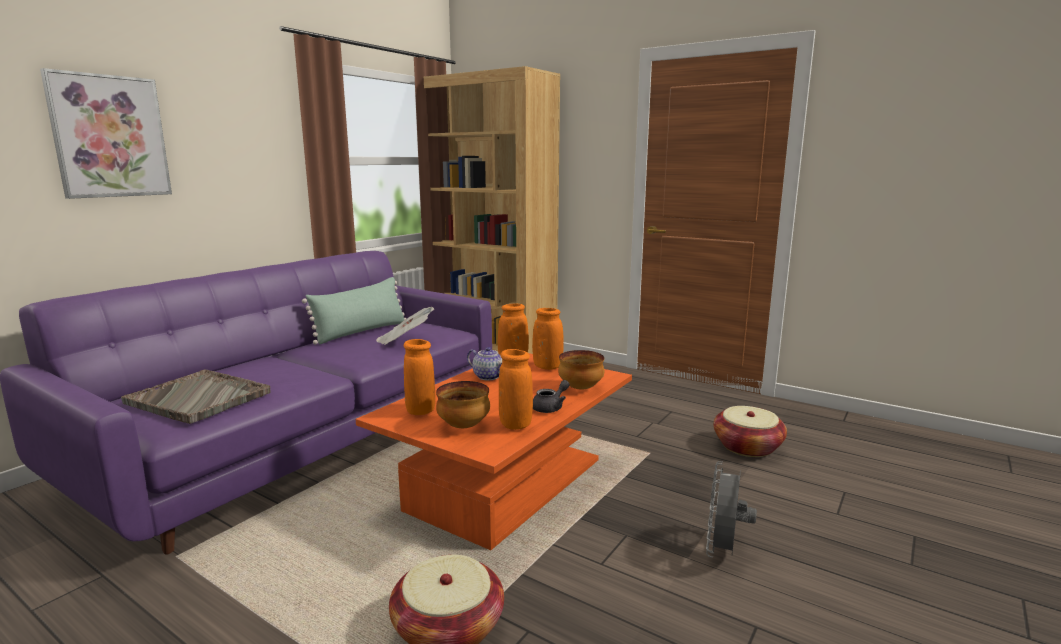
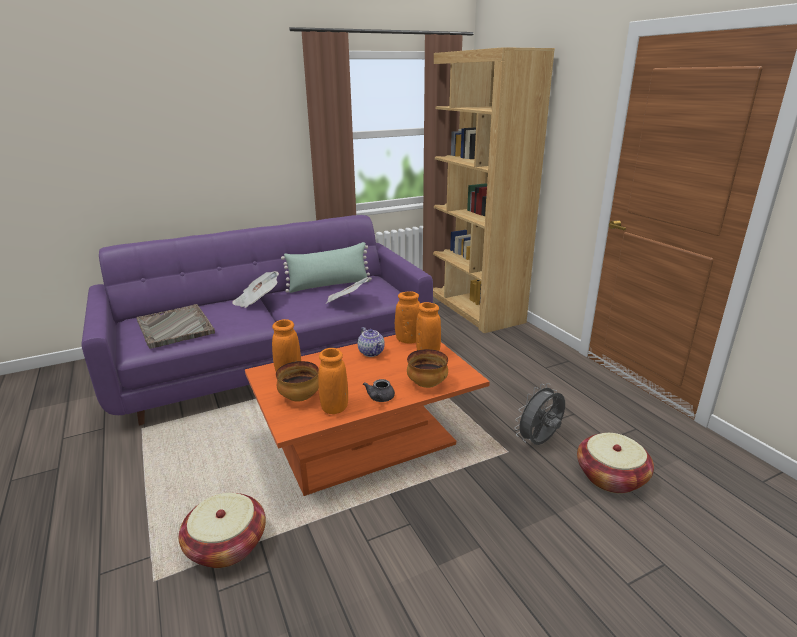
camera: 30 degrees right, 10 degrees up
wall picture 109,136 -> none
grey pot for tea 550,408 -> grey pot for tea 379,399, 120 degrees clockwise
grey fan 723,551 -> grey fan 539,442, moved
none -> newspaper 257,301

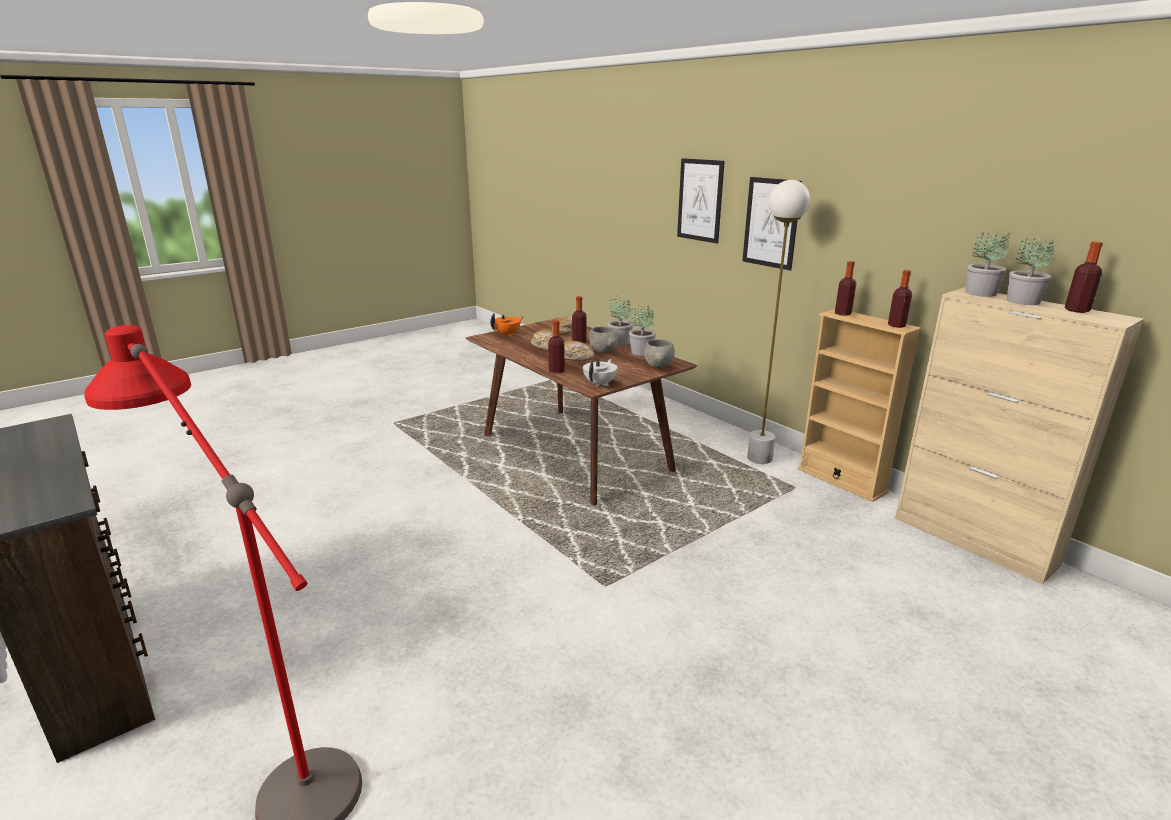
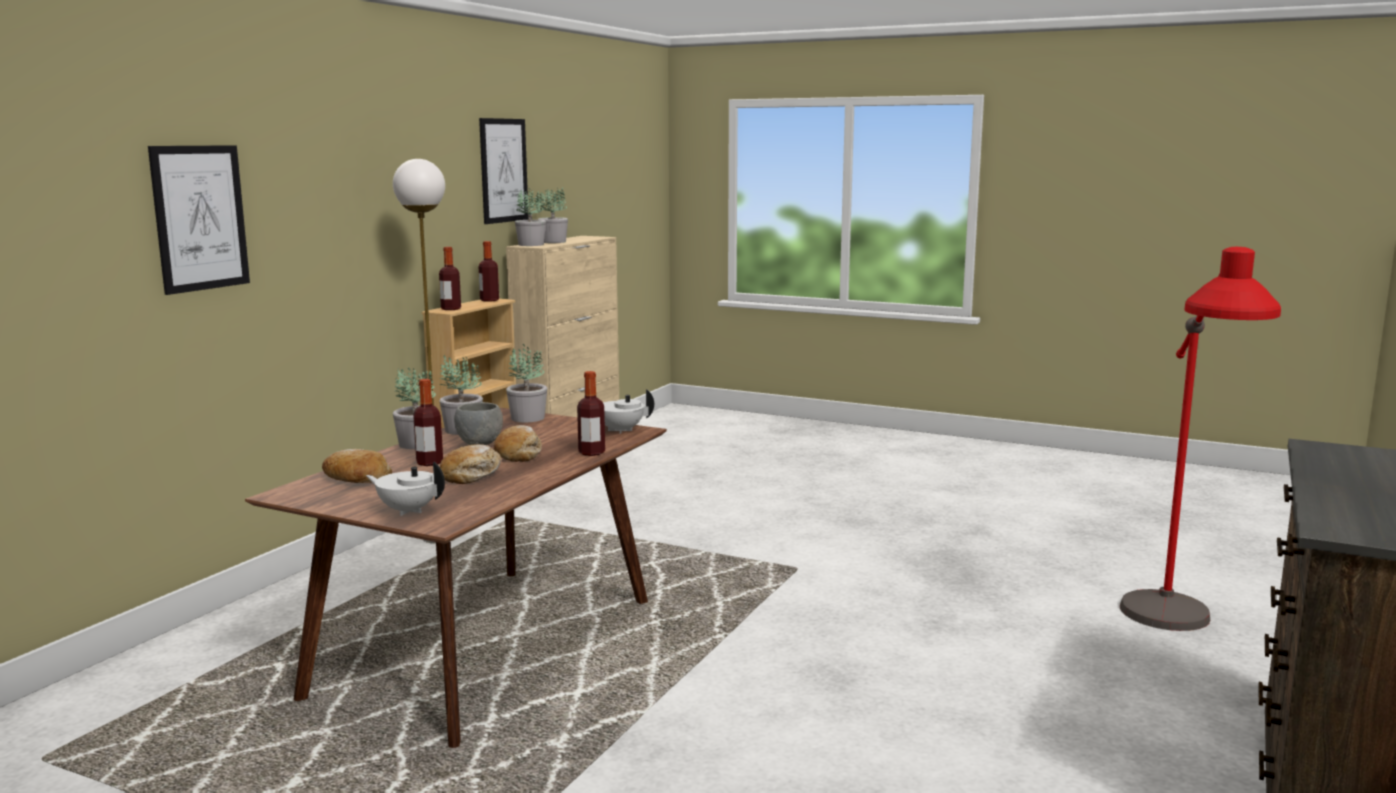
camera: 115 degrees left, 10 degrees down
wall picture 771,223 -> wall picture 503,170, moved
drink bottle 1077,310 -> none
orange-coloured pot for tea 507,334 -> white-coloured pot for tea 408,510
grey deep dish 658,367 -> potted plant 527,418

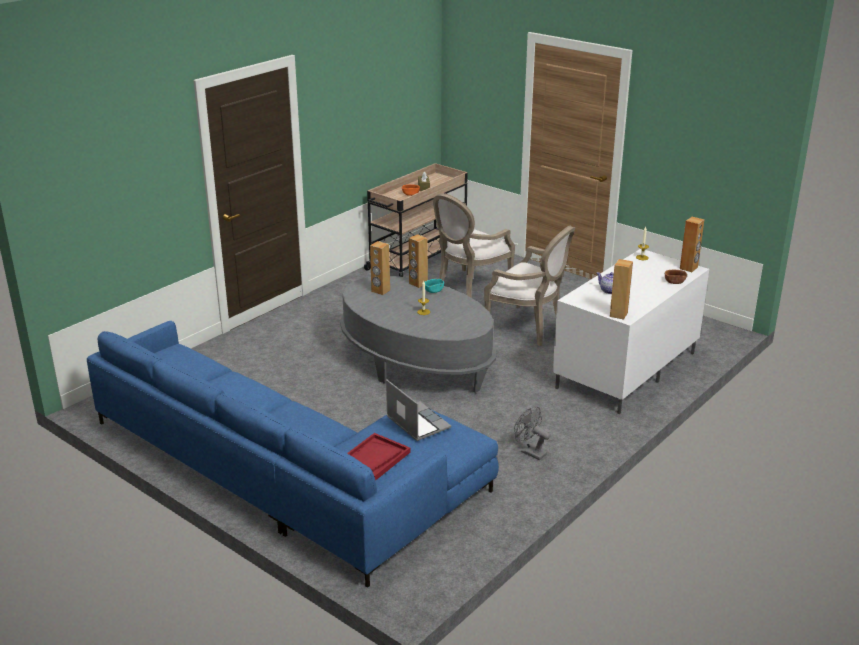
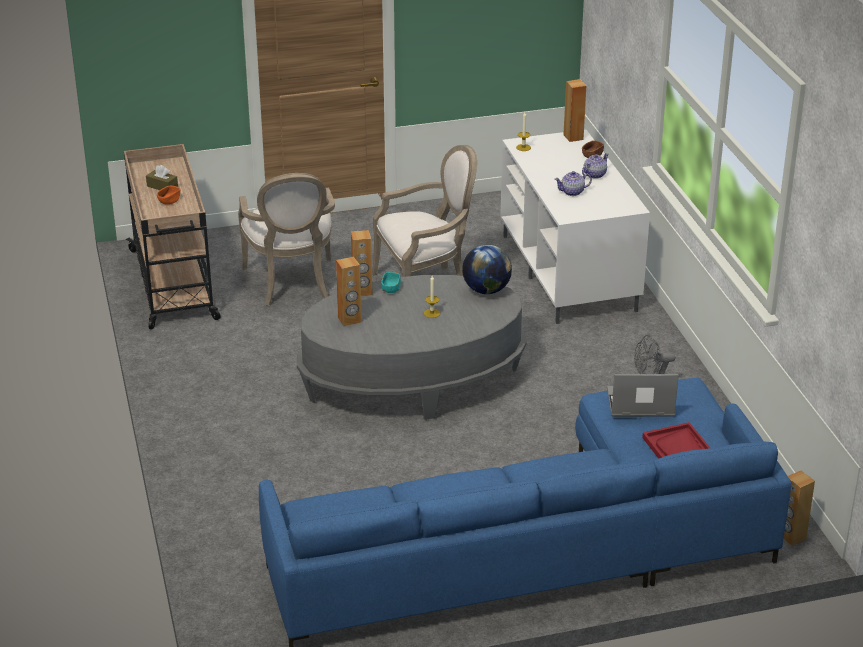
camera: 55 degrees left, 5 degrees up
brownish loudspeaker 618,314 -> brownish loudspeaker 791,537, moved
none -> pot for tea 594,175
none -> desk globe 486,290

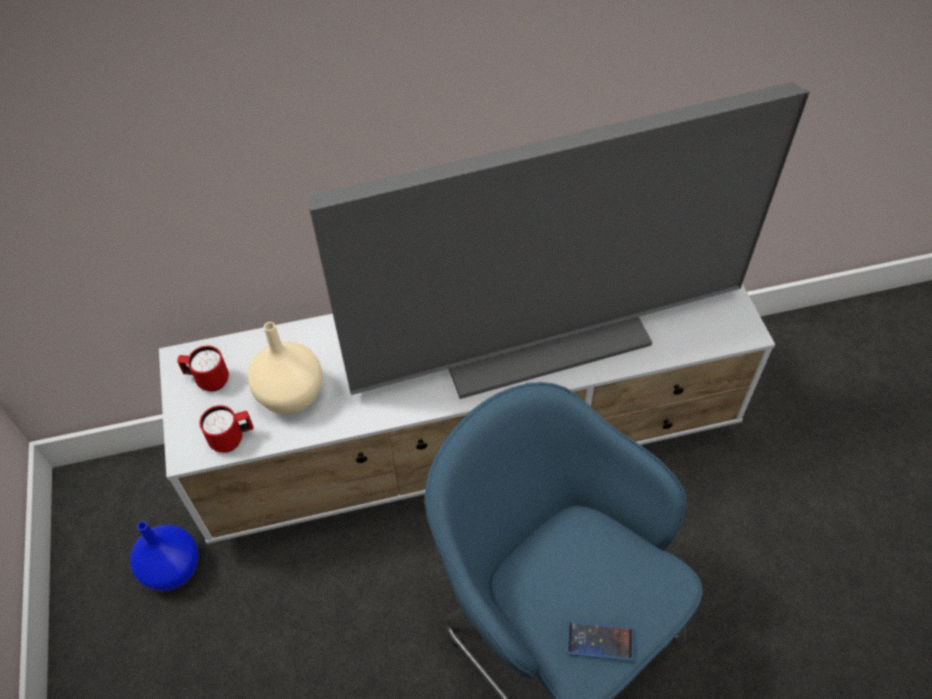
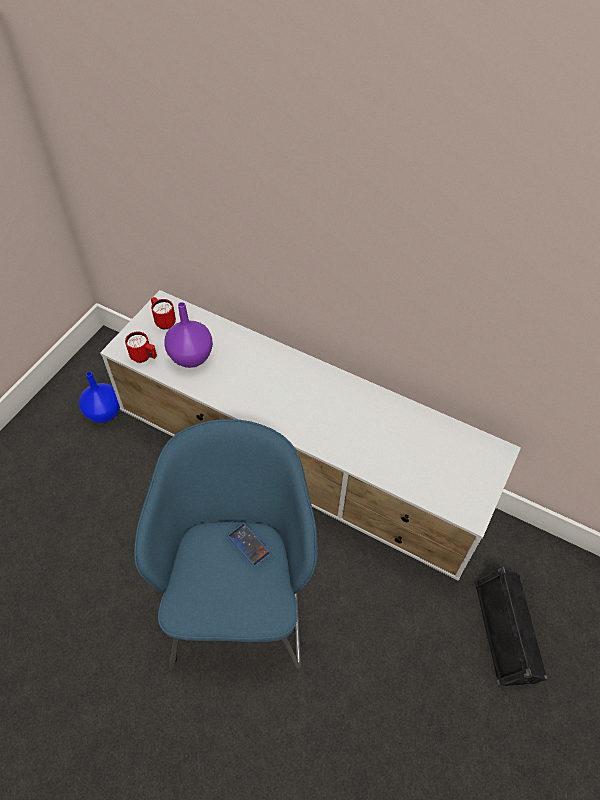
camera: 40 degrees right, 0 degrees up
TV set 542,332 -> none
beige-coloured vase 291,397 -> purple vase 190,358
phone 599,641 -> phone 249,544, moved
none -> black loudspeaker 508,630

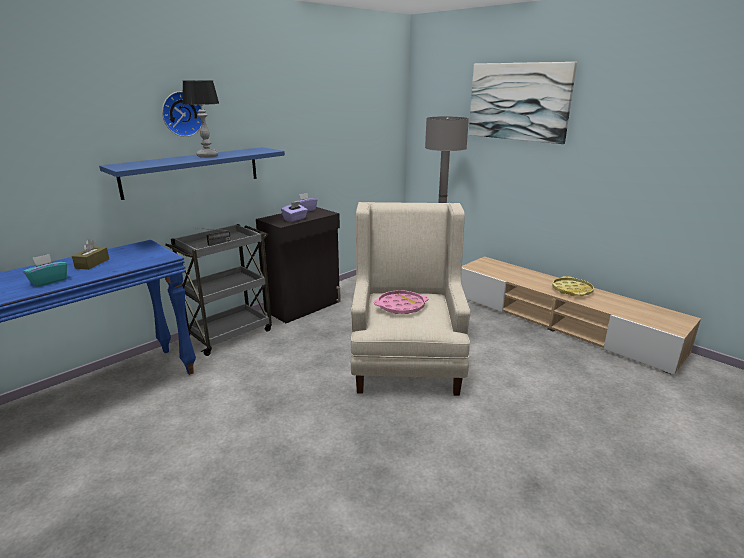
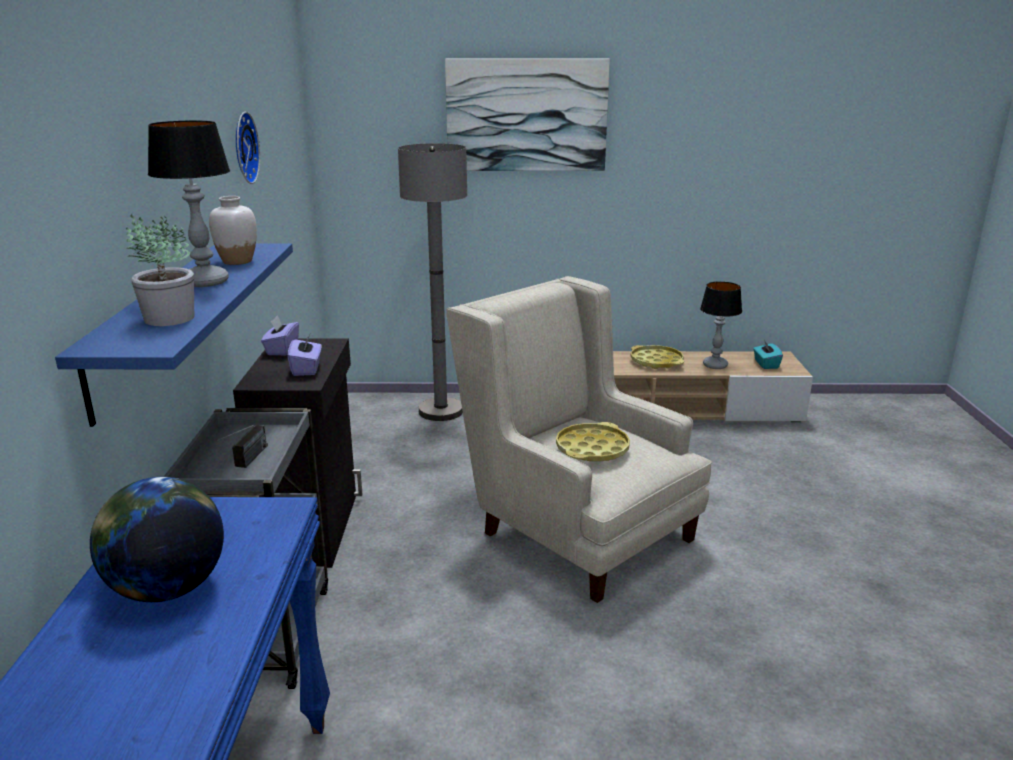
camera: 45 degrees left, 0 degrees up
clock on the wall 181,114 -> clock on the wall 242,148, moved
brownish box of tissues 92,263 -> desk globe 167,588
turquoise-coloured box of tissues 48,281 -> turquoise-coloured box of tissues 766,364, moved
pink-coloured tray 401,306 -> yellow-coloured tray 592,449
none -> white-coloured vase 237,261
none -> potted plant 168,318
none -> tabletop lamp 715,365

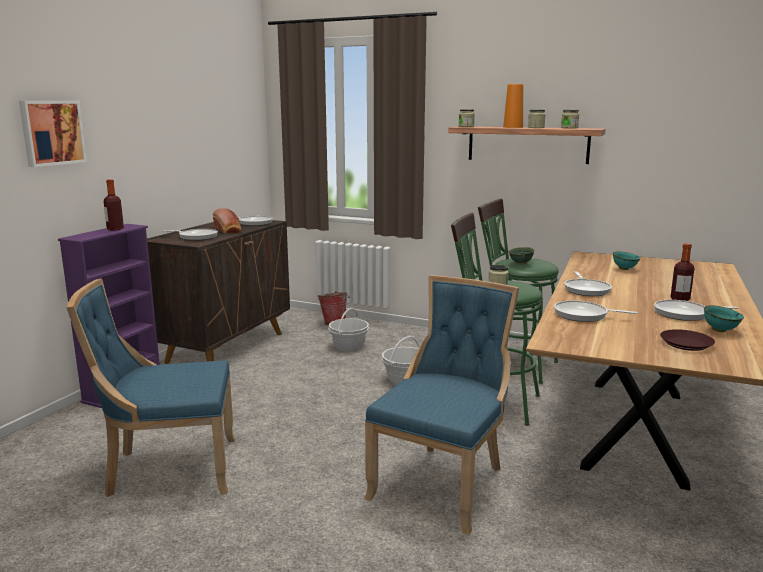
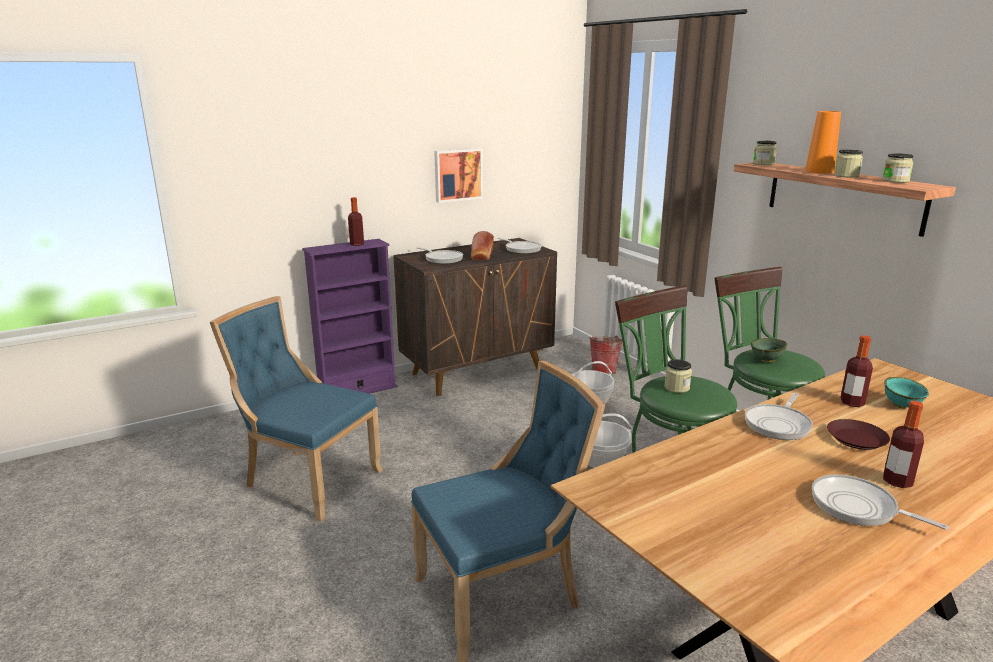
camera: 35 degrees right, 5 degrees up
wall picture 51,132 -> wall picture 457,174, moved
frying pan 584,315 -> none
turquoise-coloured deep dish 720,330 -> none
brownish flat dish 685,344 -> brownish flat dish 856,439, moved
none -> drink bottle 852,403

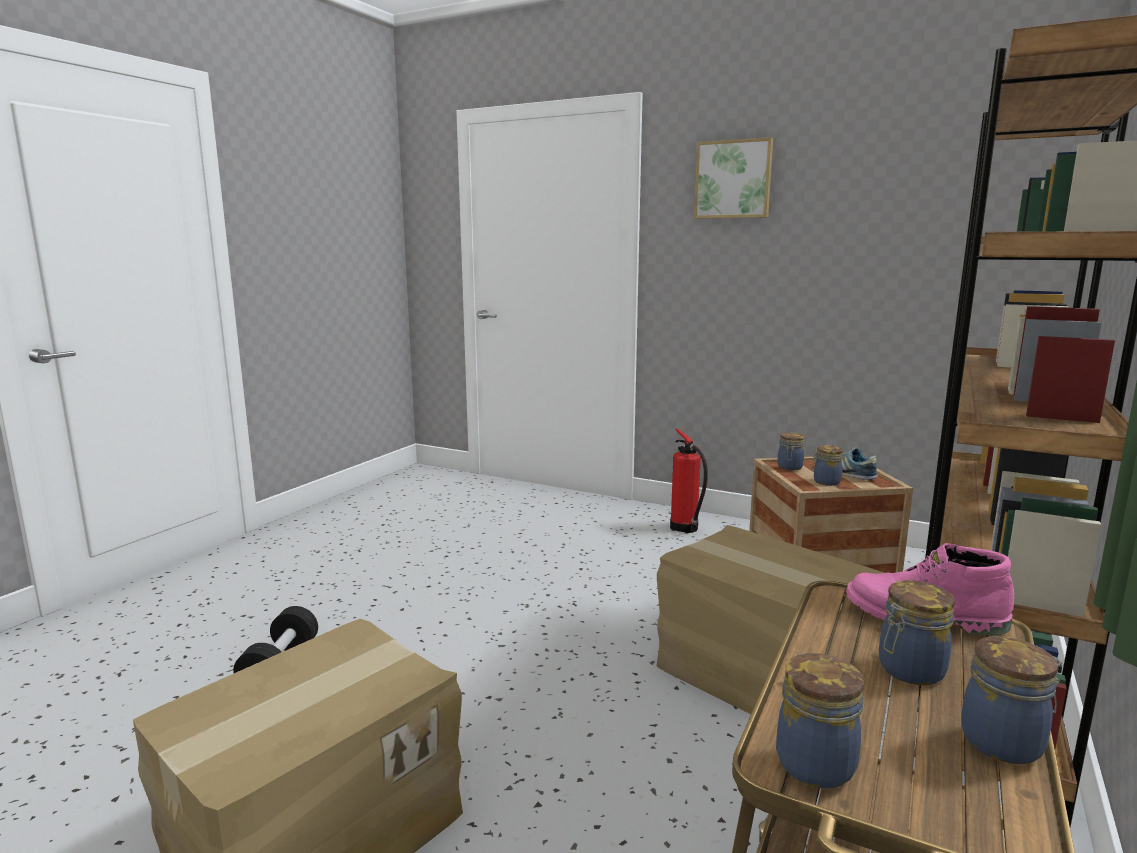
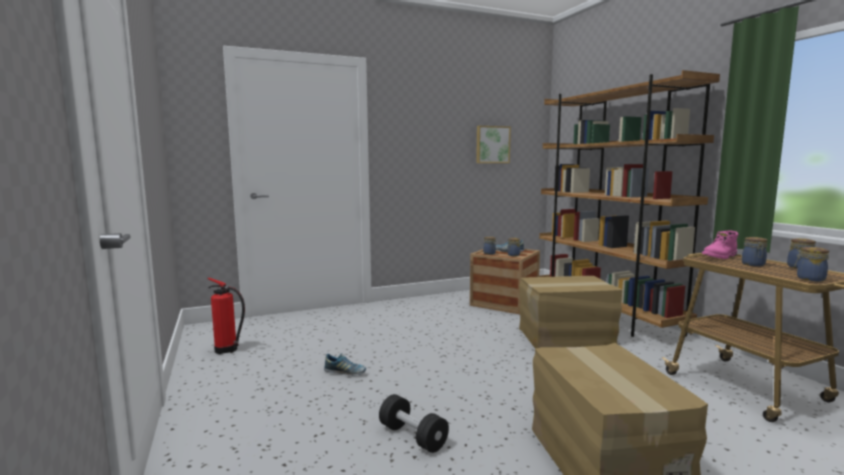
camera: 50 degrees left, 5 degrees down
wall picture 733,179 -> wall picture 492,144, moved
fire-fighting cylinder 685,529 -> fire-fighting cylinder 227,350, moved
none -> low shoe 345,373

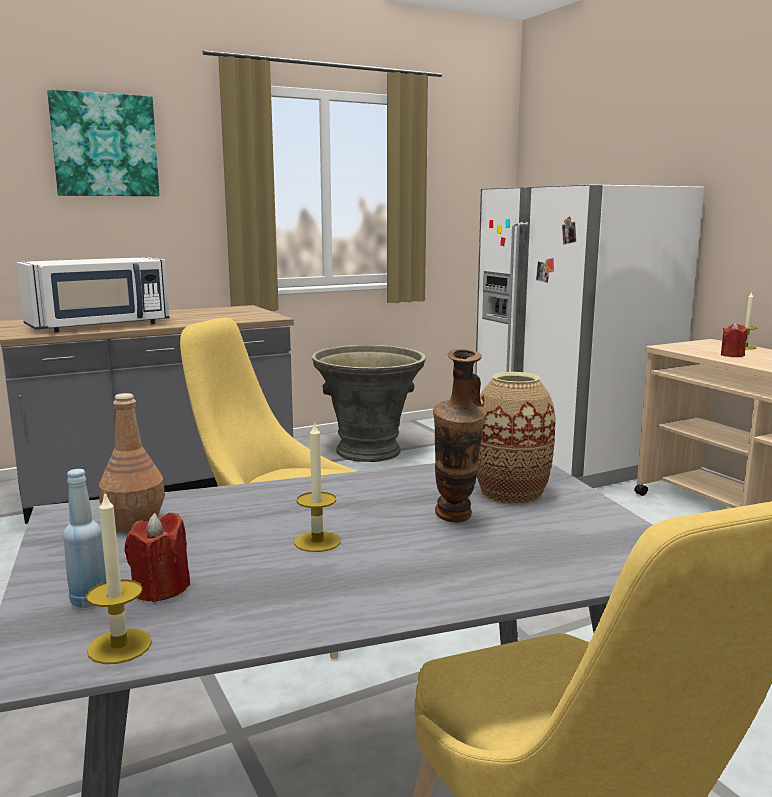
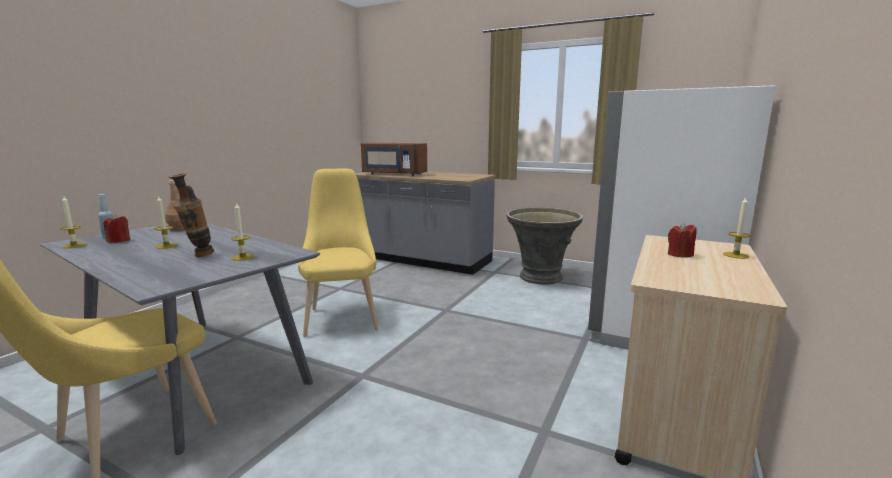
camera: 55 degrees right, 0 degrees up
wall picture 105,145 -> none
white-coloured microwave 100,326 -> brownish microwave 393,174
vase 510,493 -> wax candle 242,257

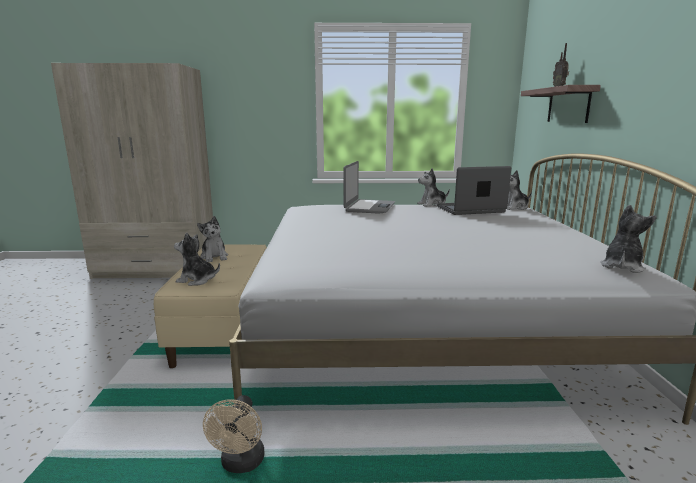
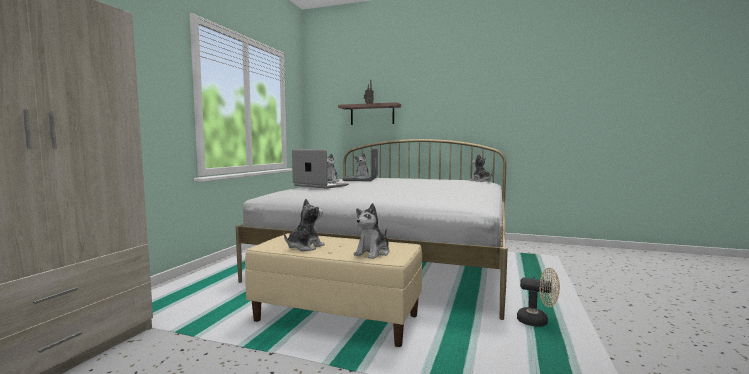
camera: 70 degrees left, 10 degrees down
soft toy 214,257 -> soft toy 304,247, 45 degrees counterclockwise

